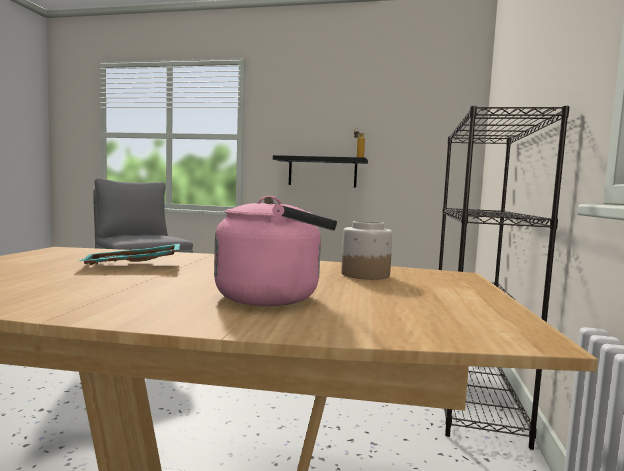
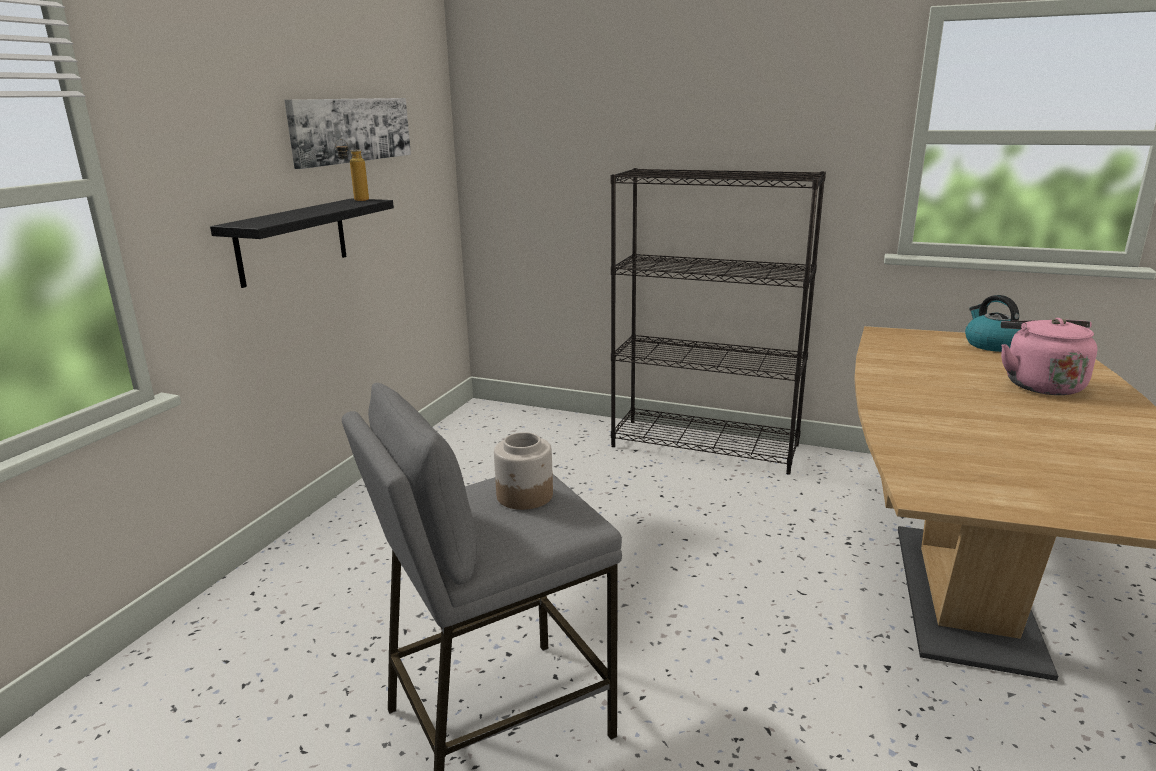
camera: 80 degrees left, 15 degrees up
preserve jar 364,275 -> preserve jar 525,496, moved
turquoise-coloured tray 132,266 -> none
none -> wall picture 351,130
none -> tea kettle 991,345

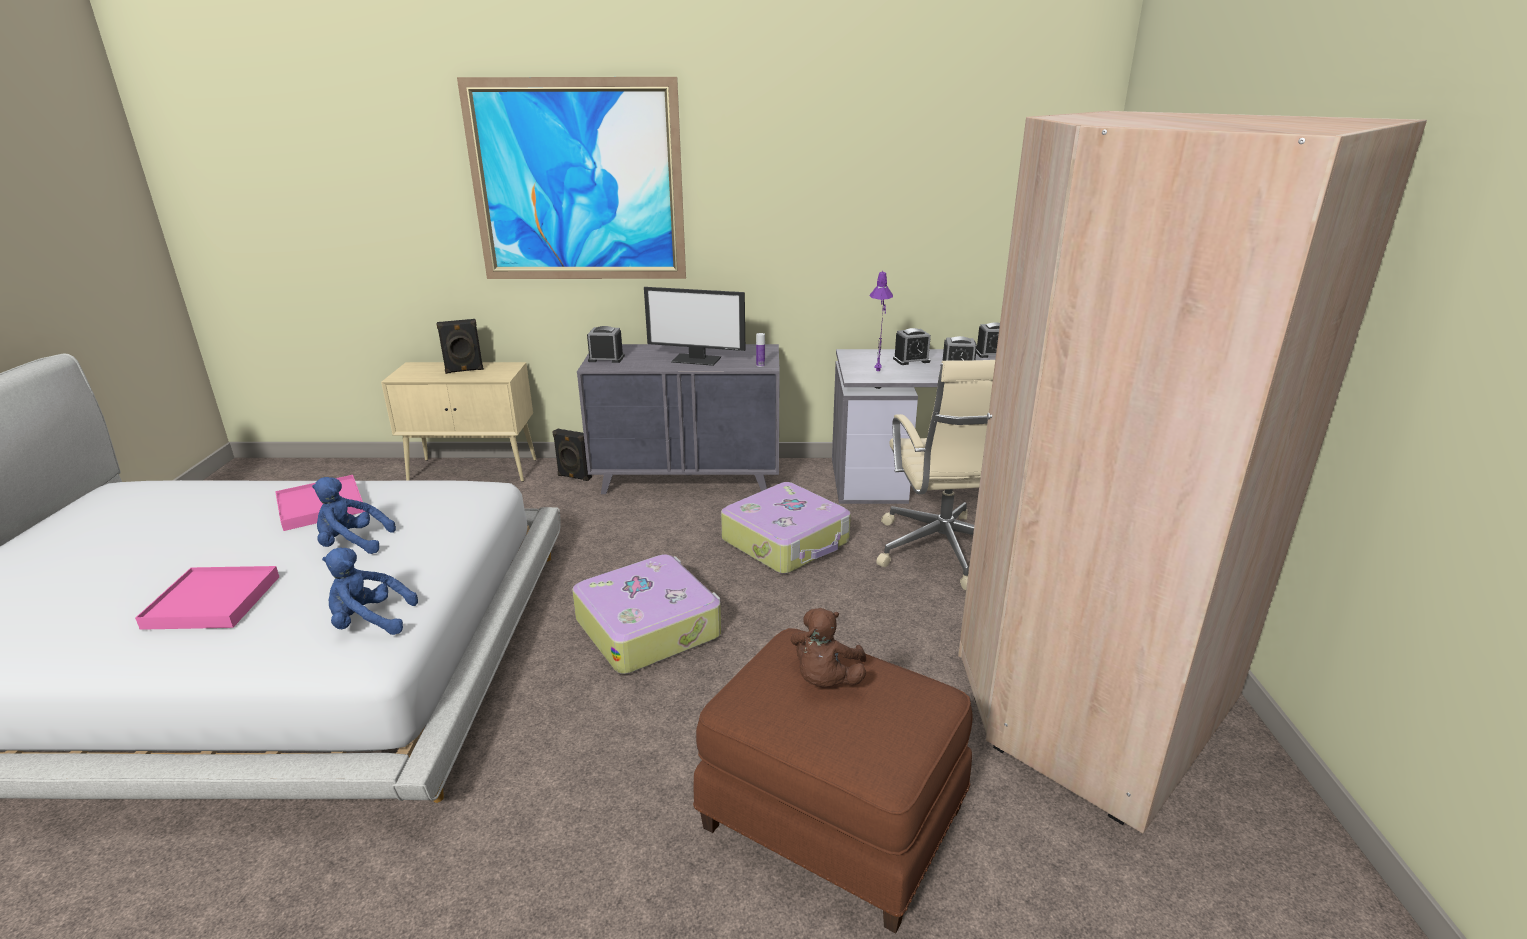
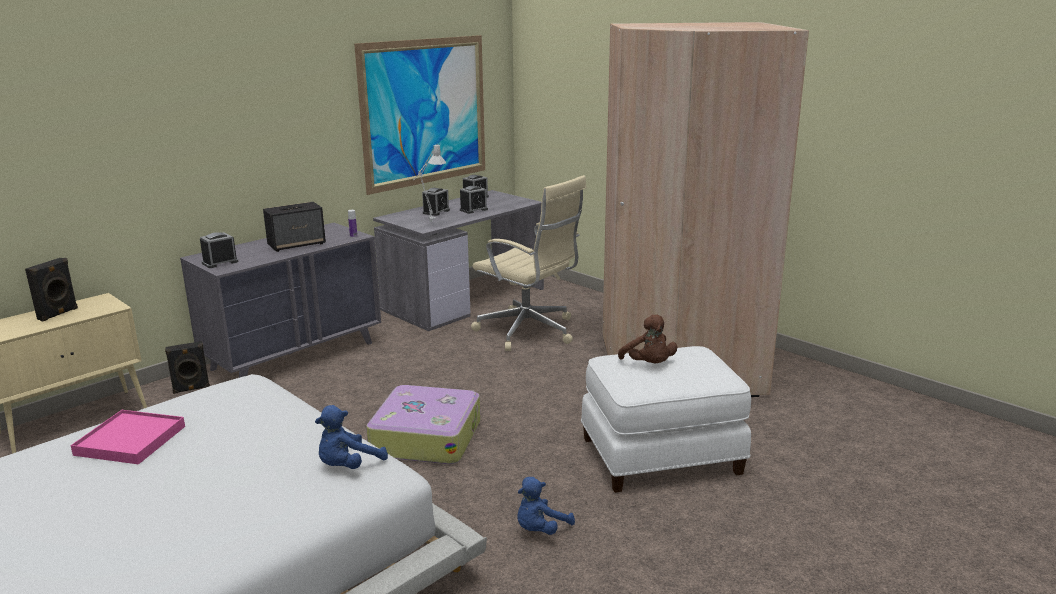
camera: 45 degrees left, 5 degrees down
wall picture 577,182 -> wall picture 425,112, moved
purple tabletop lamp 878,370 -> grey tabletop lamp 429,222
monitor 697,359 -> loudspeaker 297,244
blue soft toy 352,544 -> blue soft toy 540,529, moved
piece of luggage 787,541 -> none
pink-coloured tray 213,602 -> none
brownish pouffe 830,821 -> white-coloured pouffe 661,457

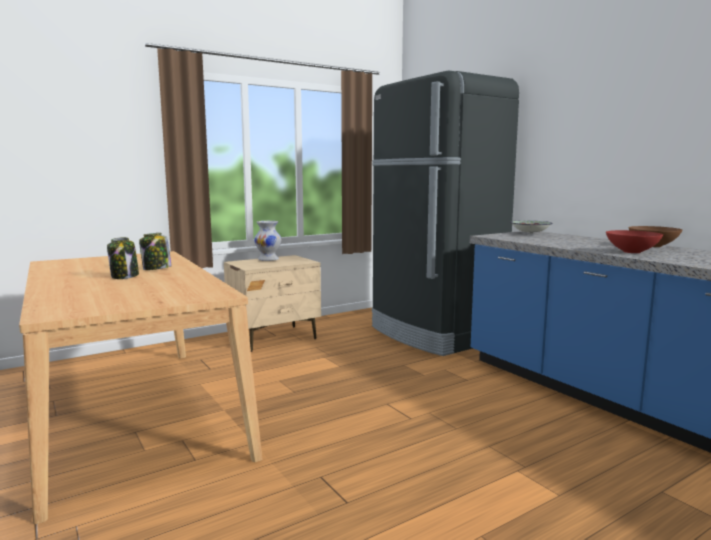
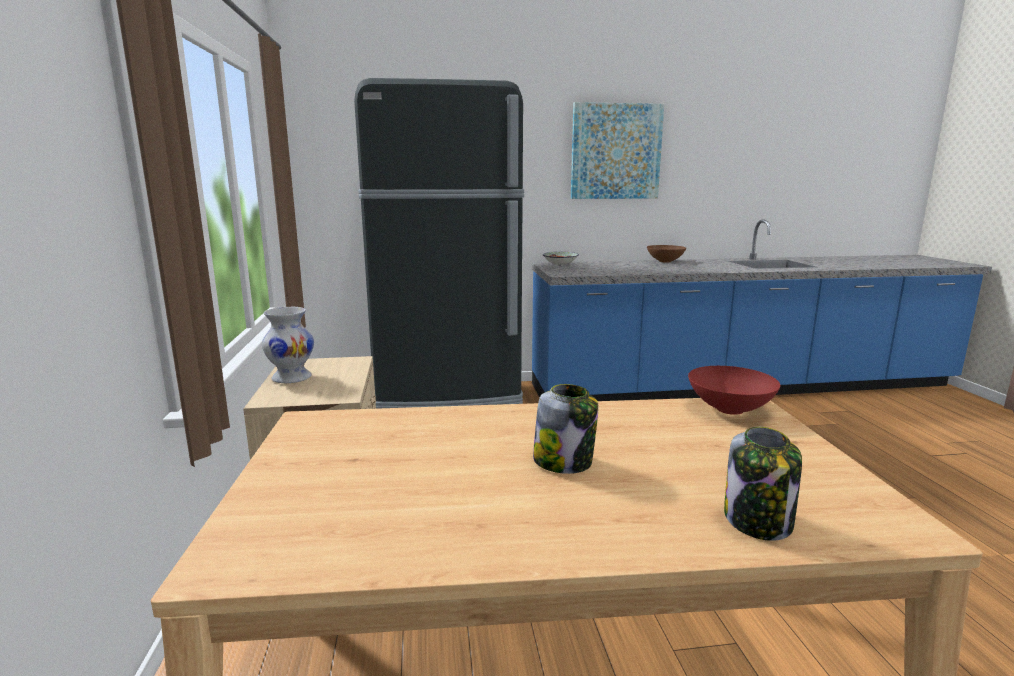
camera: 65 degrees left, 5 degrees up
reddish deep dish 632,252 -> reddish deep dish 731,409, moved
preserve jar 156,269 -> preserve jar 758,521, moved
none -> wall picture 615,152

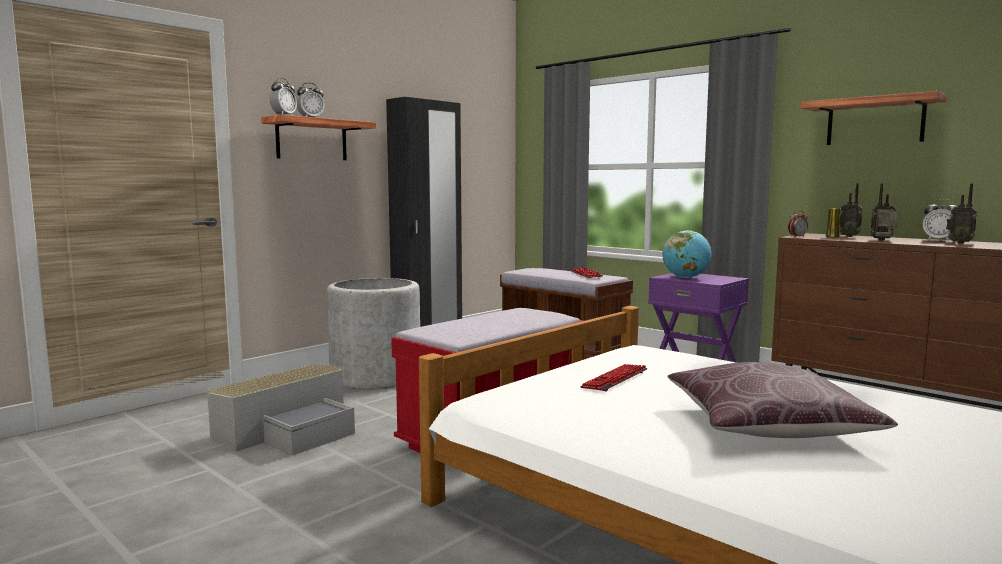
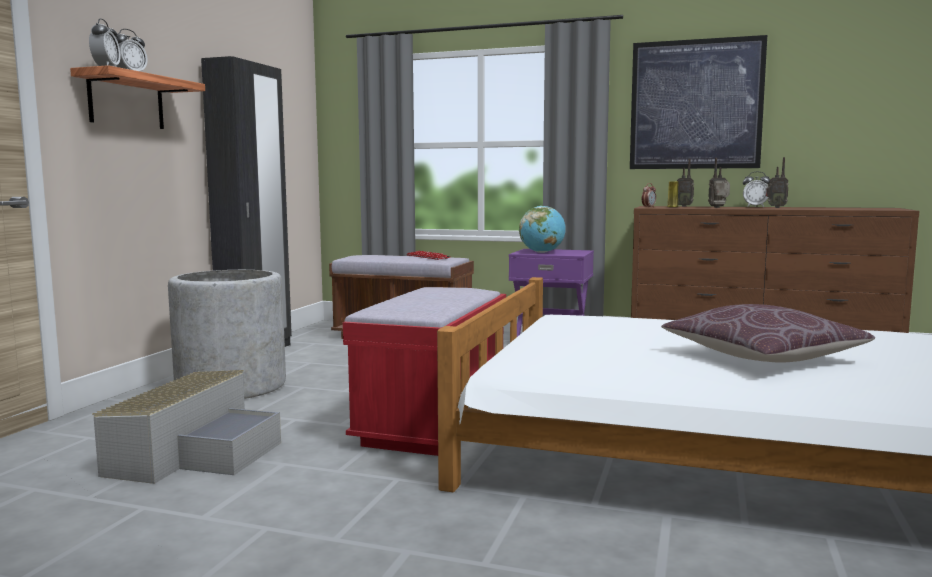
camera: 25 degrees left, 0 degrees up
wall shelf 875,121 -> wall picture 695,105
computer keyboard 615,379 -> none

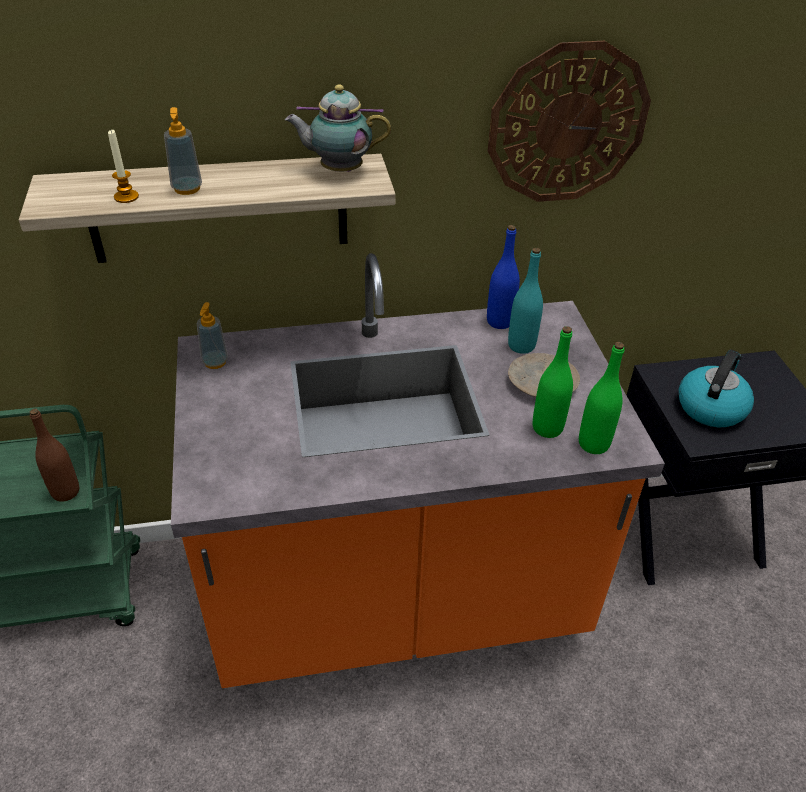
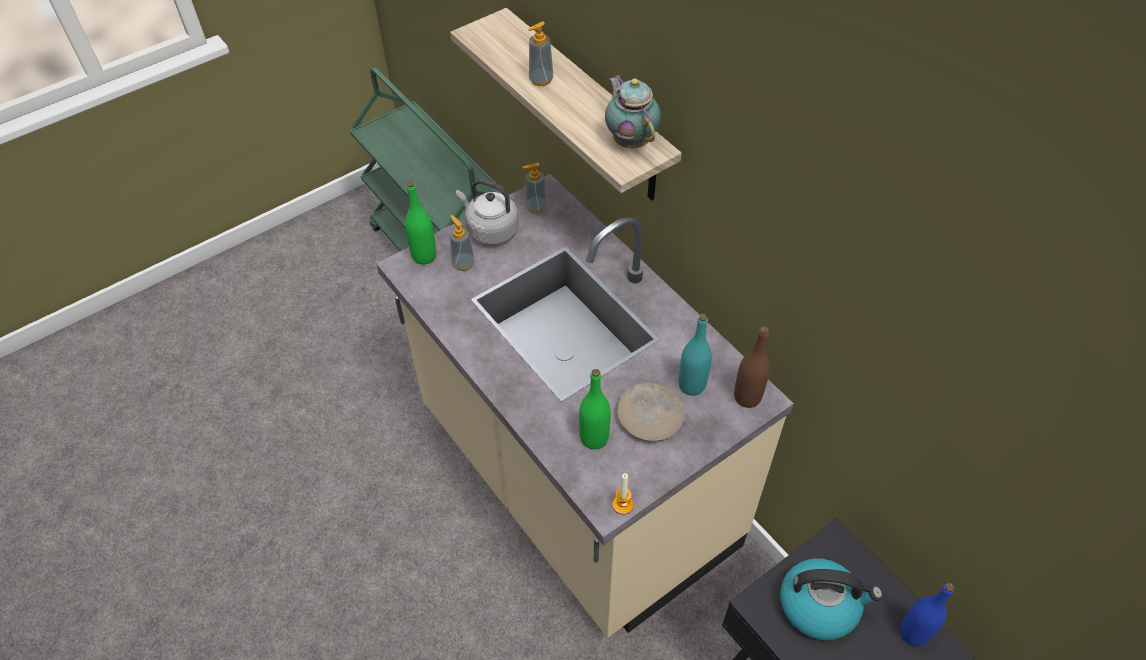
camera: 65 degrees right, 10 degrees up
clock on the wall 567,124 -> none
wax candle 126,197 -> wax candle 622,505, moved
blue drink bottle 499,321 -> blue drink bottle 913,633, moved
orange-coloured counter 397,598 -> beige-coloured counter 574,481
green drink bottle 593,444 -> green drink bottle 424,256, moved
brownish drink bottle 65,492 -> brownish drink bottle 747,397, moved
none -> grey tea kettle 490,230
none -> liquid soap bottle 463,264

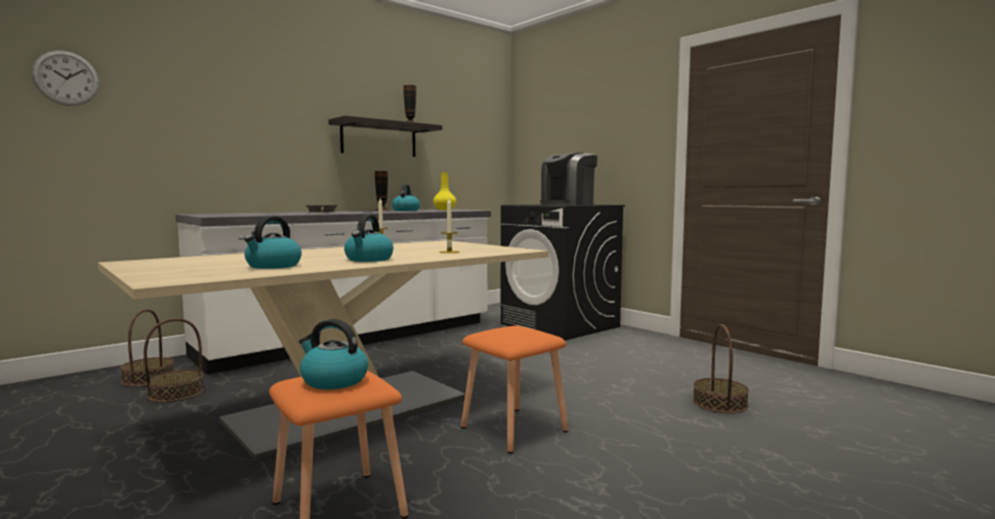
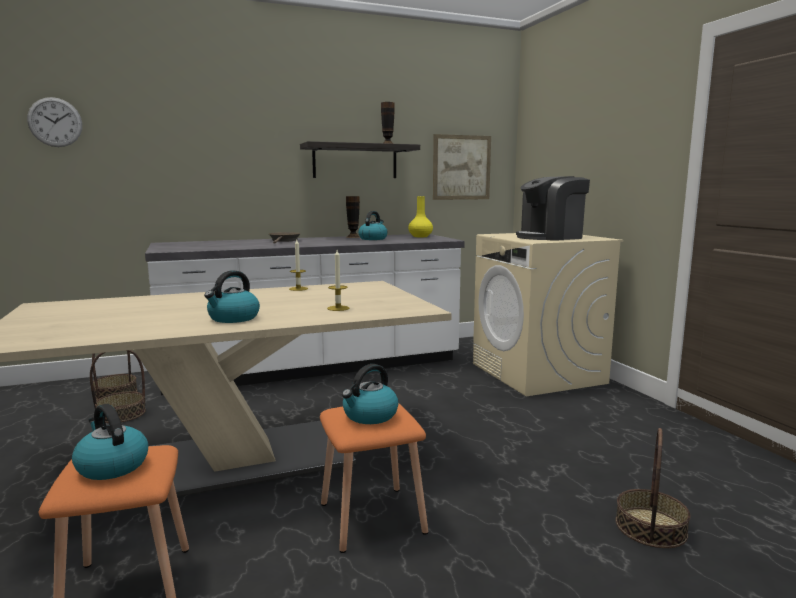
camera: 20 degrees right, 5 degrees up
black washing machine 560,325 -> beige-coloured washing machine 538,373
tea kettle 273,266 -> tea kettle 370,416, moved
none -> wall picture 461,167

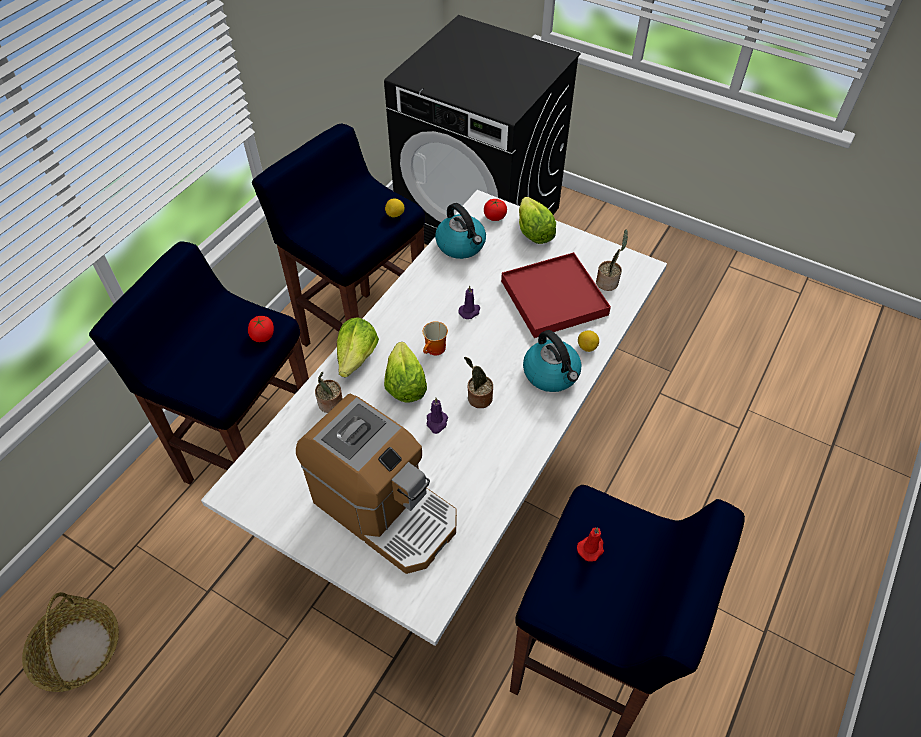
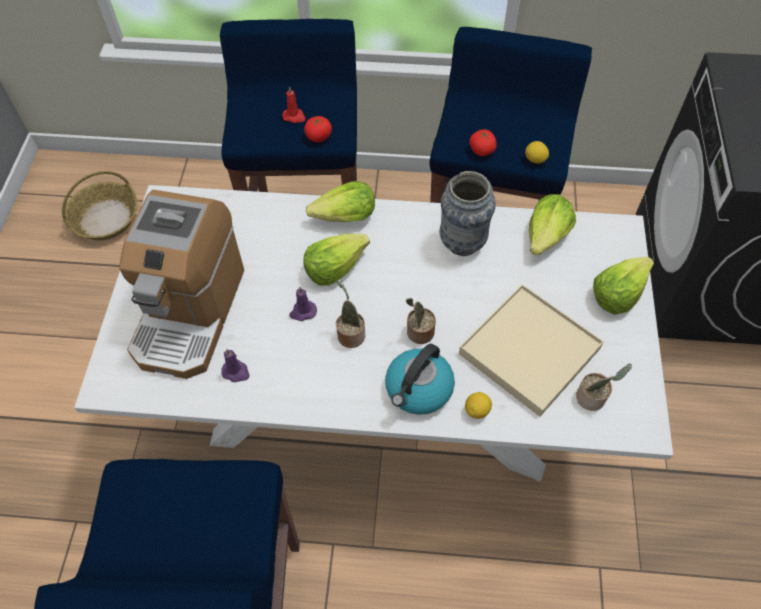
camera: 65 degrees right, 5 degrees up
whole tomato 495,217 -> whole tomato 482,151, moved
tea kettle 461,245 -> lettuce 546,236
reddish tray 553,298 -> beige-coloured tray 528,351
purple wax candle 470,311 -> purple wax candle 236,372, moved
mug 435,350 -> none
potted plant 330,404 -> potted plant 418,333, moved
reddish wax candle 591,548 -> reddish wax candle 294,117, moved
none -> vase 462,243

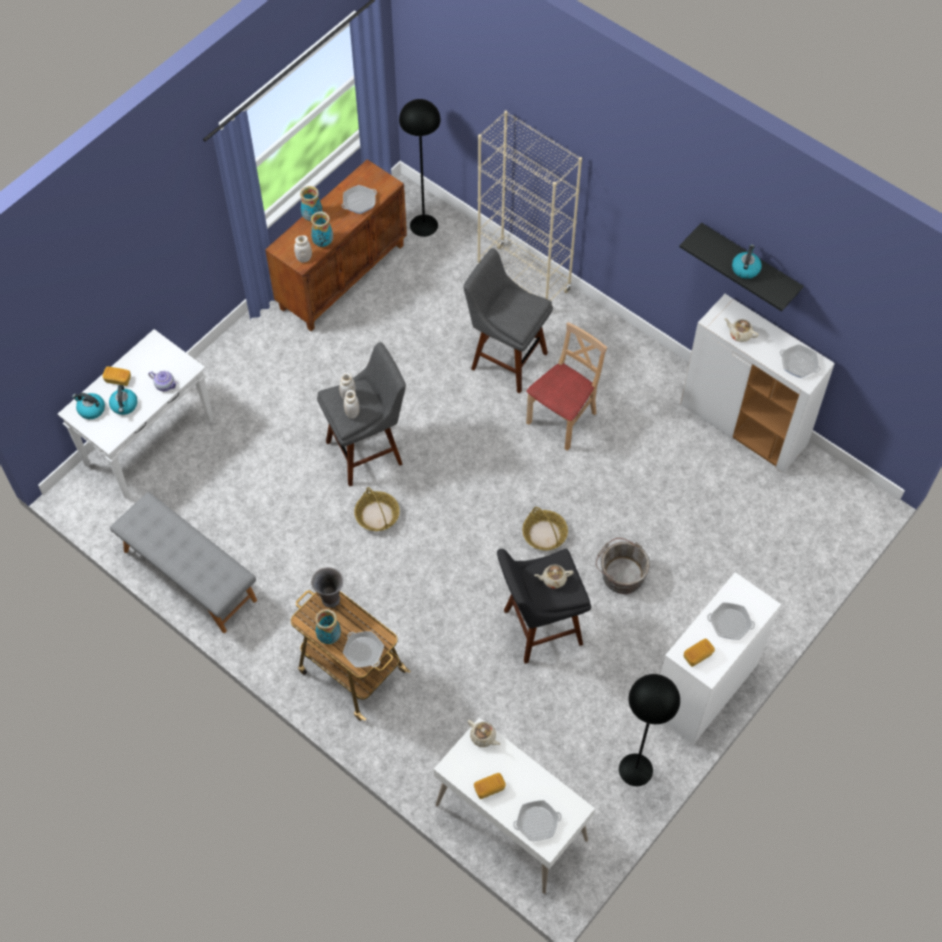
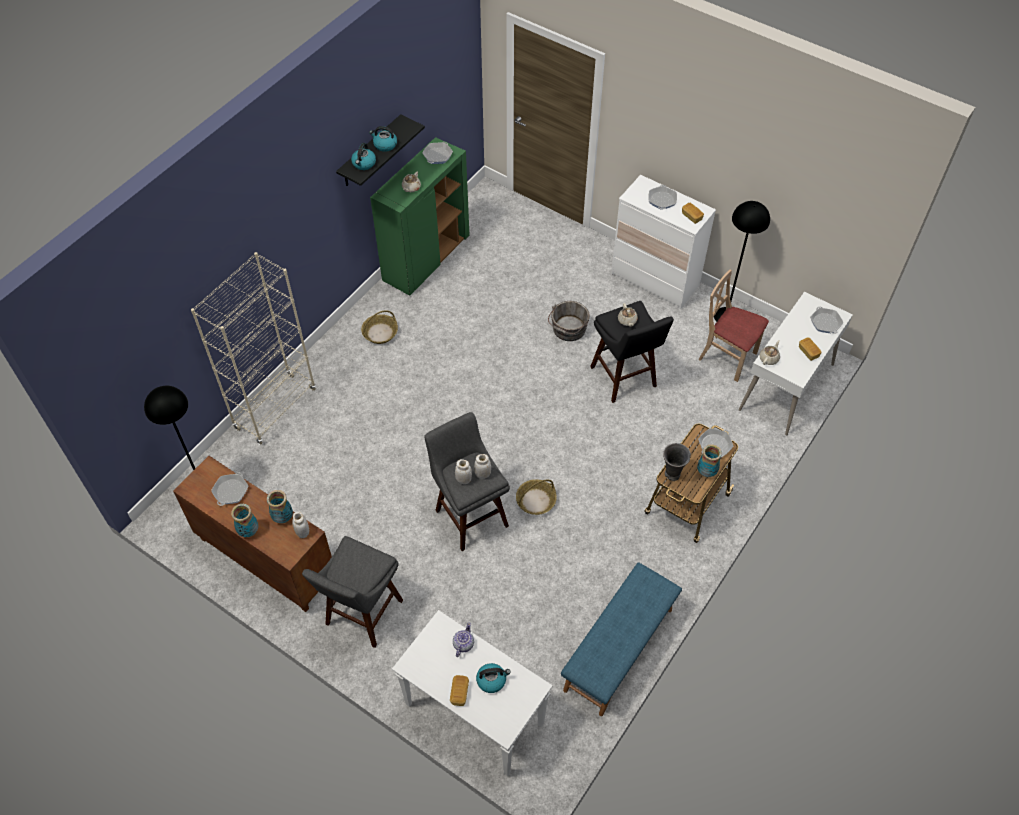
camera: 95 degrees left, 5 degrees down
frying pan 359,202 -> frying pan 231,491, 60 degrees clockwise
grey stool 505,359 -> grey stool 362,615, moved
white-coloured cabinet 744,425 -> green cabinet 426,258
beige-coloured upright chair 562,419 -> beige-coloured upright chair 727,357, moved
tea kettle 91,409 -> tea kettle 364,164, moved
grey bench 189,576 -> blue bench 619,650
household basket 544,534 -> household basket 380,333, moved

